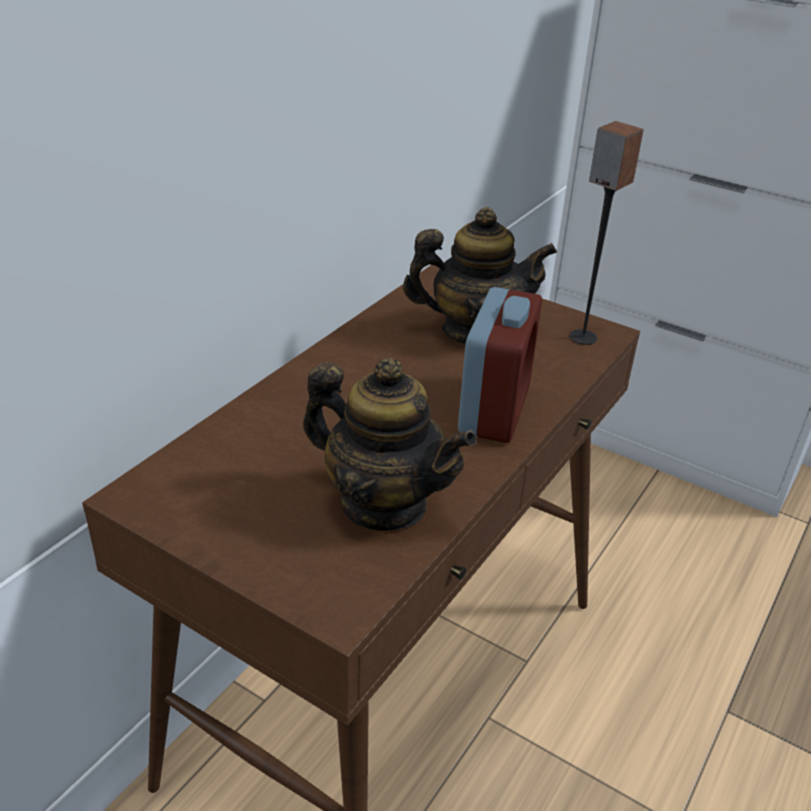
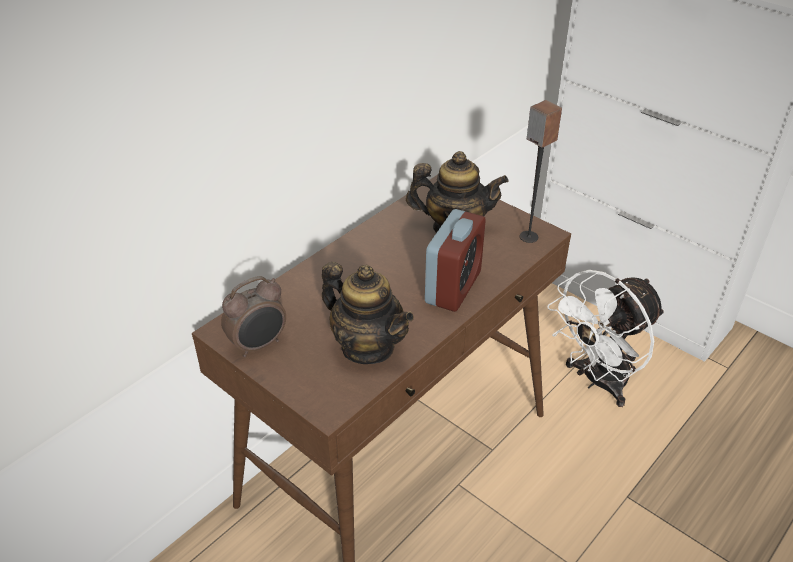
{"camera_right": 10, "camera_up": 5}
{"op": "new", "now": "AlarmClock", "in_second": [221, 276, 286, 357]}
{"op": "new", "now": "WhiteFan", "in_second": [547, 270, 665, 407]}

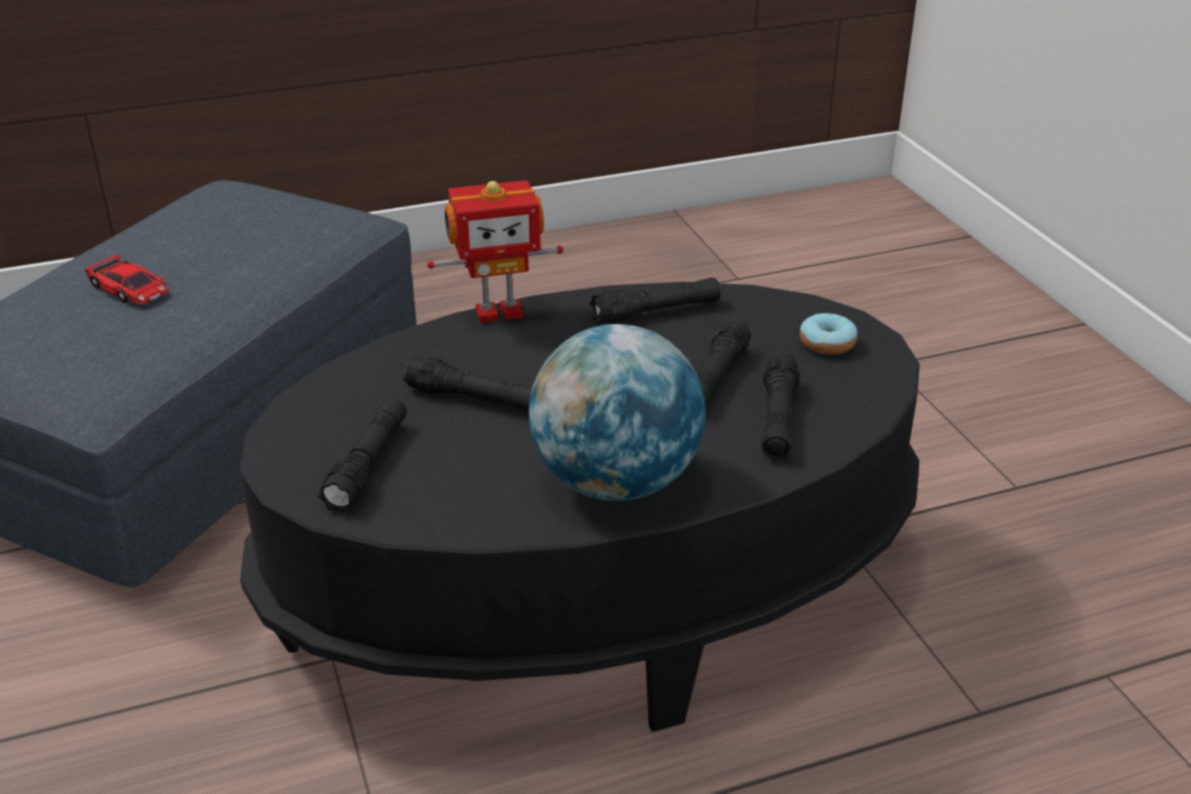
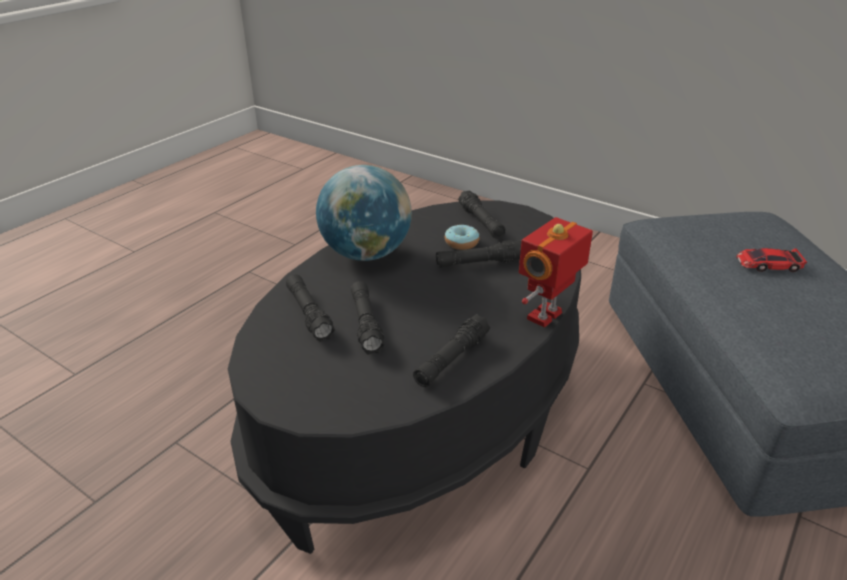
{"camera_right": 145, "camera_up": 0}
{"op": "shifted", "was": "Donut", "in_first": [800, 313, 857, 355], "in_second": [445, 225, 479, 250]}

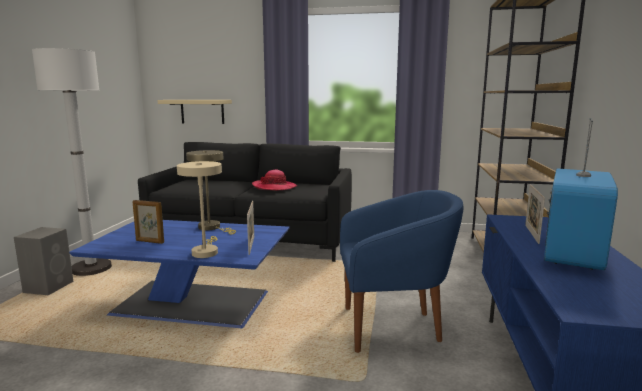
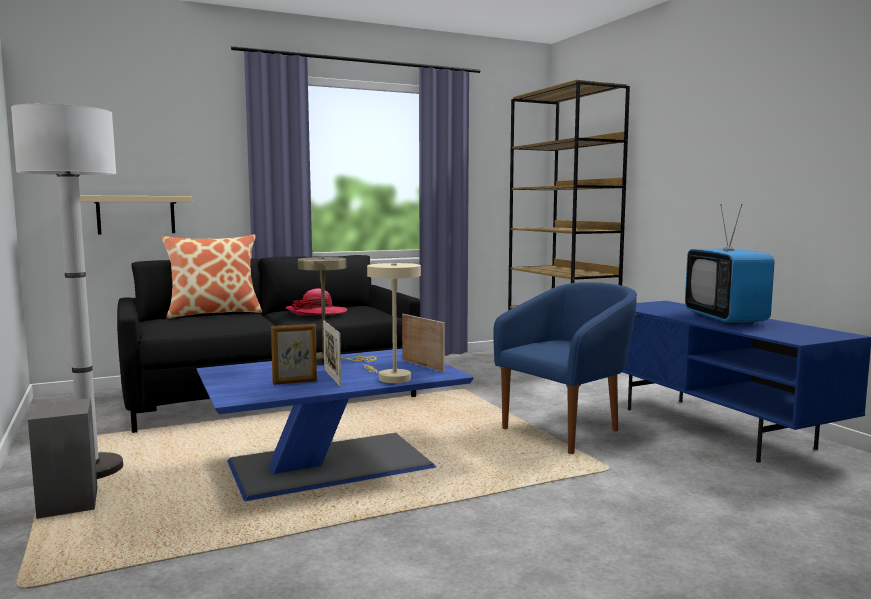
{"camera_right": -35, "camera_up": -5}
{"op": "shifted", "was": "PictureFrame", "in_first": [525, 184, 545, 244], "in_second": [323, 321, 341, 387]}
{"op": "new", "now": "Pillow", "in_second": [162, 234, 262, 319]}

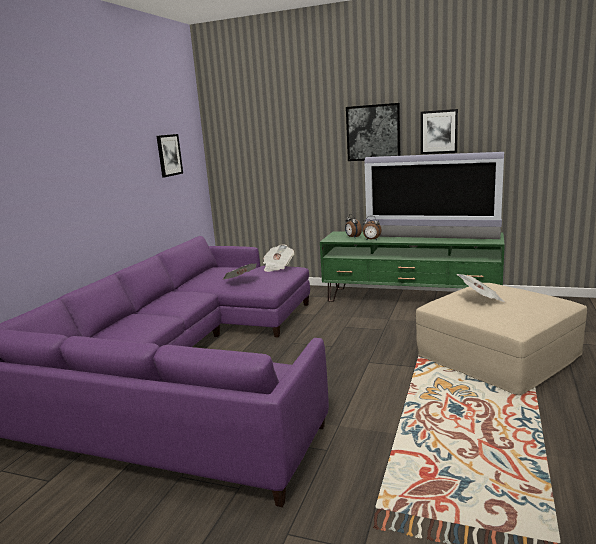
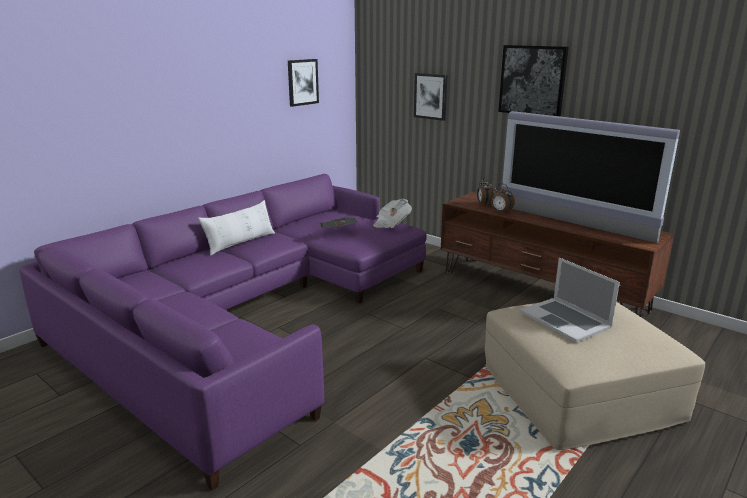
{"camera_right": 20, "camera_up": 5}
{"op": "repainted", "was": "GreenTvStand", "now": "BrownTvStand", "in_first": [320, 231, 505, 302], "in_second": [441, 192, 674, 316]}
{"op": "shifted", "was": "Picture", "in_first": [421, 109, 458, 154], "in_second": [414, 73, 447, 121]}
{"op": "swapped", "was": "Newspaper", "now": "Laptop", "in_first": [457, 274, 505, 302], "in_second": [520, 257, 620, 342]}
{"op": "new", "now": "WhitePillow", "in_second": [198, 200, 275, 256]}

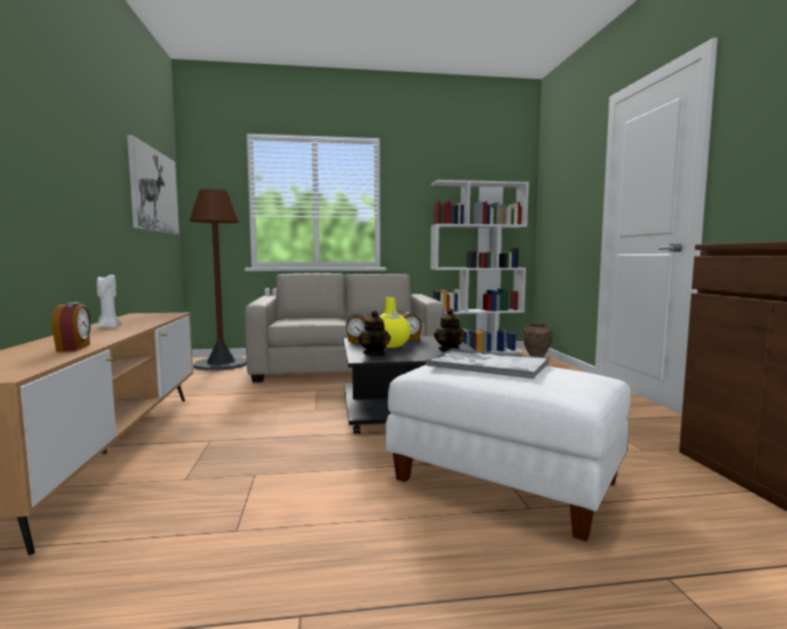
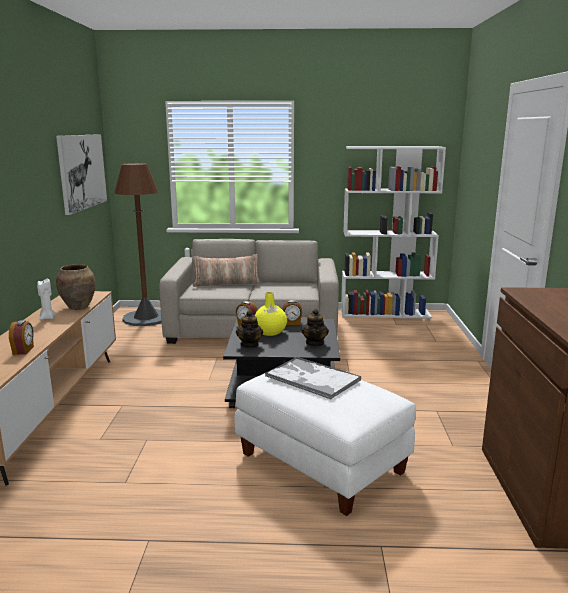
{"camera_right": 10, "camera_up": 10}
{"op": "shifted", "was": "BrownVase", "in_first": [523, 324, 552, 357], "in_second": [56, 264, 95, 310]}
{"op": "new", "now": "Pillow", "in_second": [192, 254, 261, 287]}

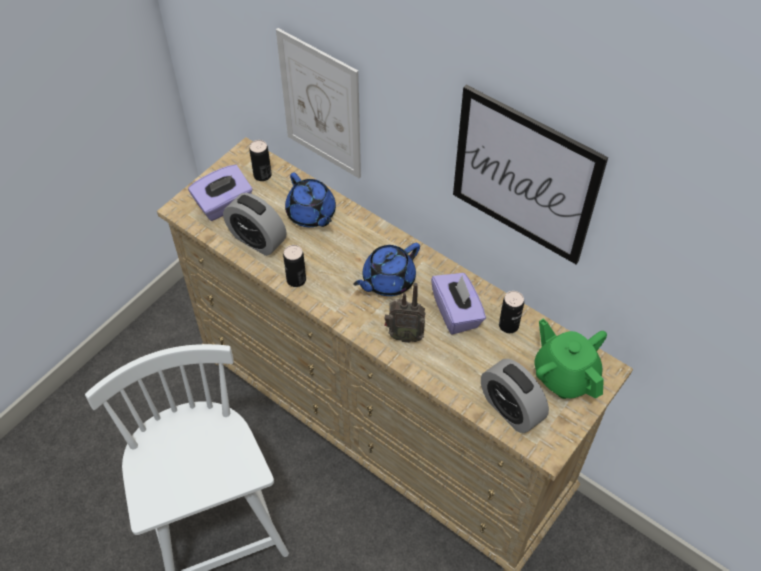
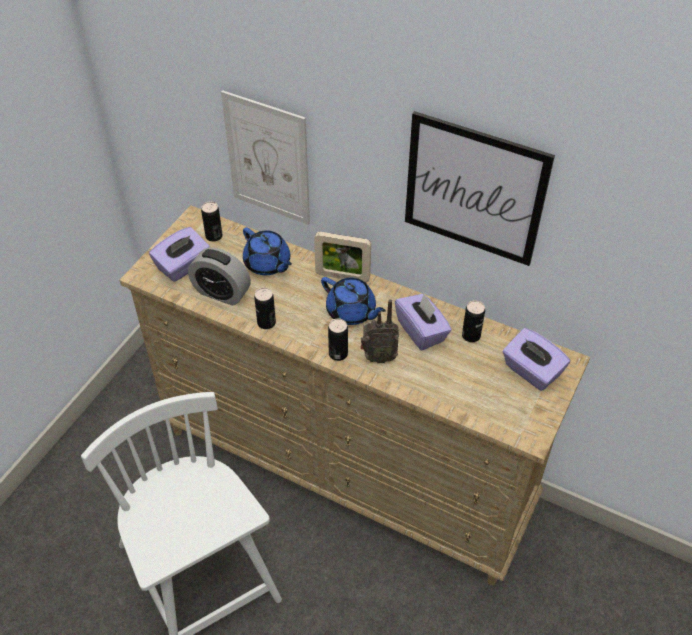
{"camera_right": -10, "camera_up": -5}
{"op": "rotated", "was": "BlueTeapot", "in_first": [353, 243, 420, 296], "in_second": [321, 277, 386, 325], "clockwise": -90}
{"op": "gone", "was": "AlarmClock", "in_first": [481, 359, 549, 433]}
{"op": "swapped", "was": "GreenTeapot", "now": "PurpleTissueBox", "in_first": [534, 318, 607, 399], "in_second": [503, 328, 570, 391]}
{"op": "new", "now": "PictureFrame", "in_second": [314, 232, 371, 283]}
{"op": "new", "now": "Can", "in_second": [328, 319, 348, 361]}

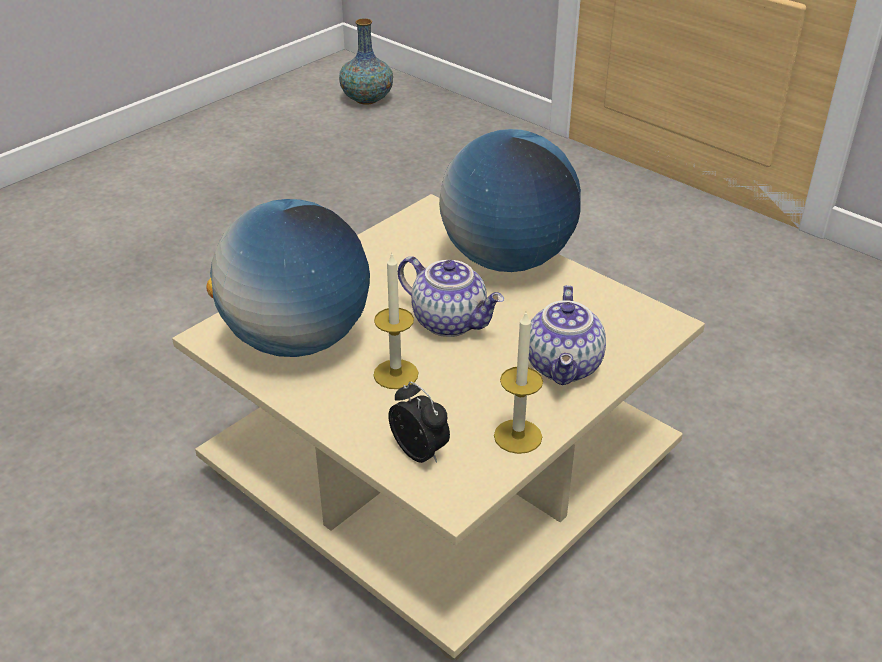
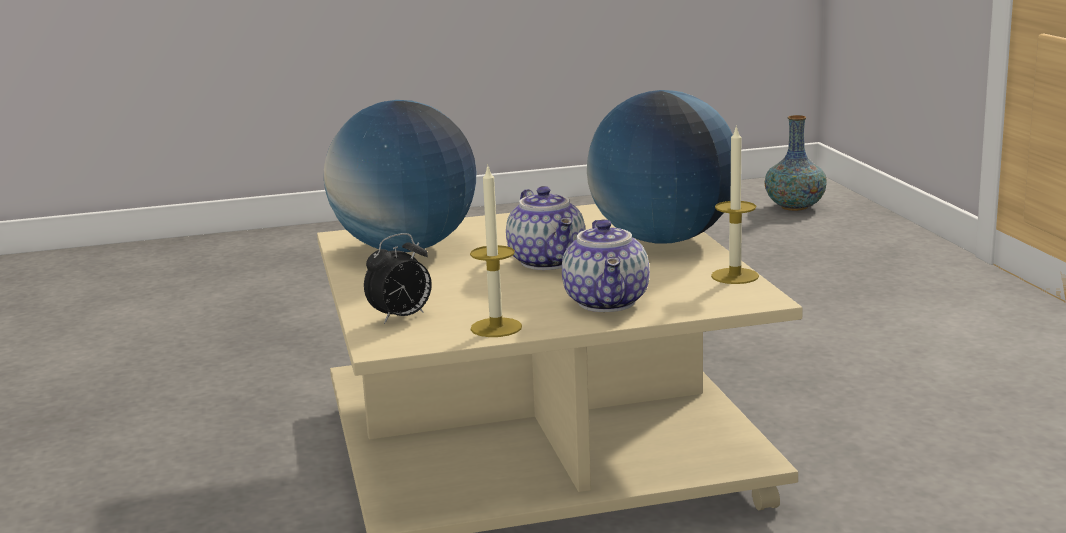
{"camera_right": 35, "camera_up": -20}
{"op": "shifted", "was": "Candle", "in_first": [373, 252, 419, 389], "in_second": [711, 125, 759, 284]}
{"op": "rotated", "was": "AlarmClock", "in_first": [388, 382, 450, 463], "in_second": [364, 233, 432, 324], "clockwise": 60}
{"op": "rotated", "was": "Teapot", "in_first": [529, 285, 606, 385], "in_second": [562, 219, 650, 312], "clockwise": -45}

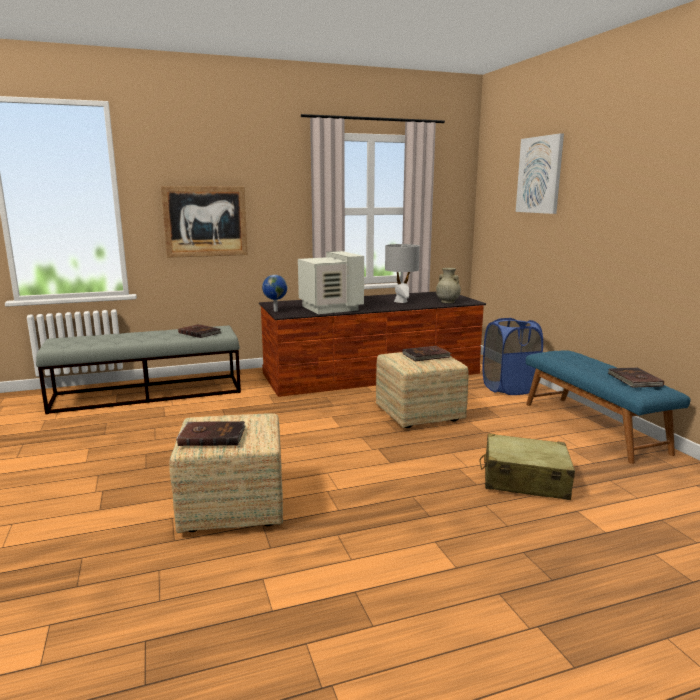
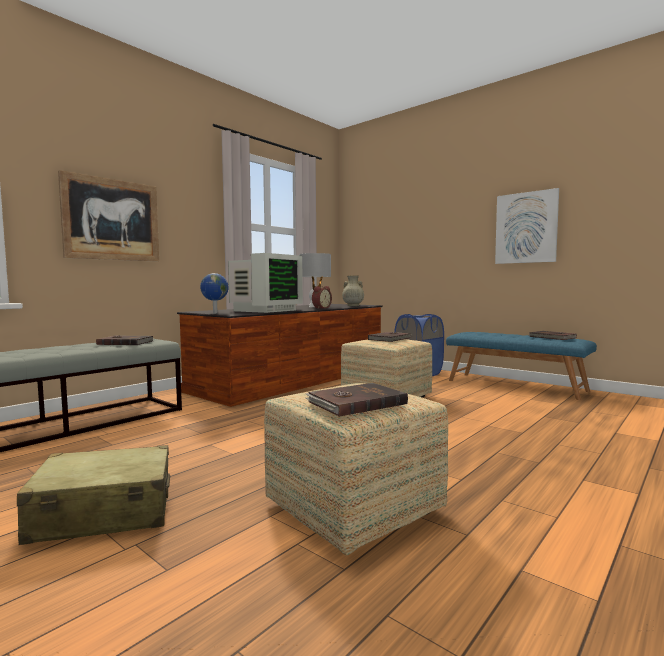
{"camera_right": -30, "camera_up": -10}
{"op": "rotated", "was": "Monitor", "in_first": [298, 251, 364, 314], "in_second": [228, 253, 303, 313], "clockwise": 90}
{"op": "shifted", "was": "BeigeSuitcase", "in_first": [479, 433, 575, 500], "in_second": [17, 445, 170, 545]}
{"op": "shifted", "was": "Picture", "in_first": [516, 133, 564, 214], "in_second": [495, 188, 559, 264]}
{"op": "new", "now": "AlarmClock", "in_second": [312, 286, 332, 309]}

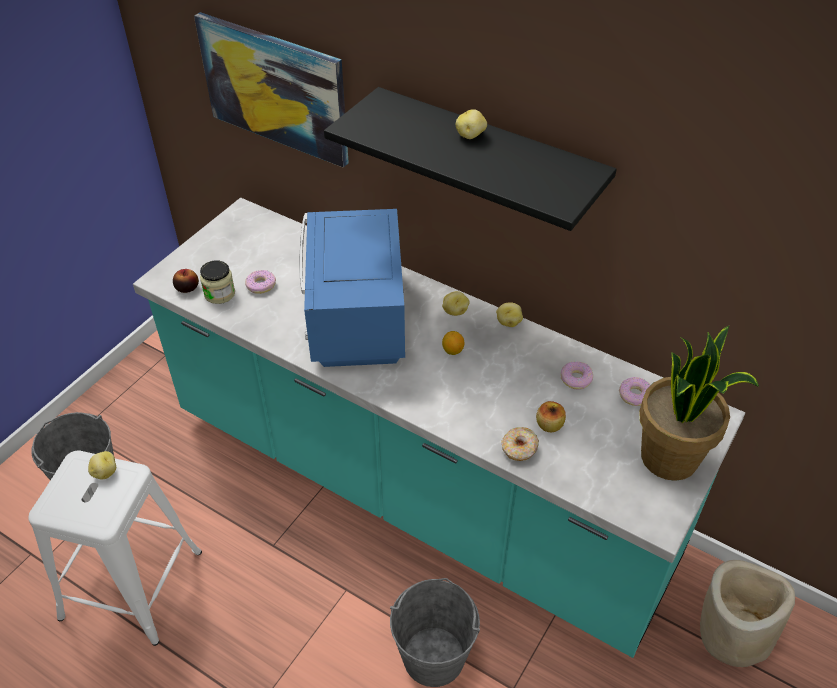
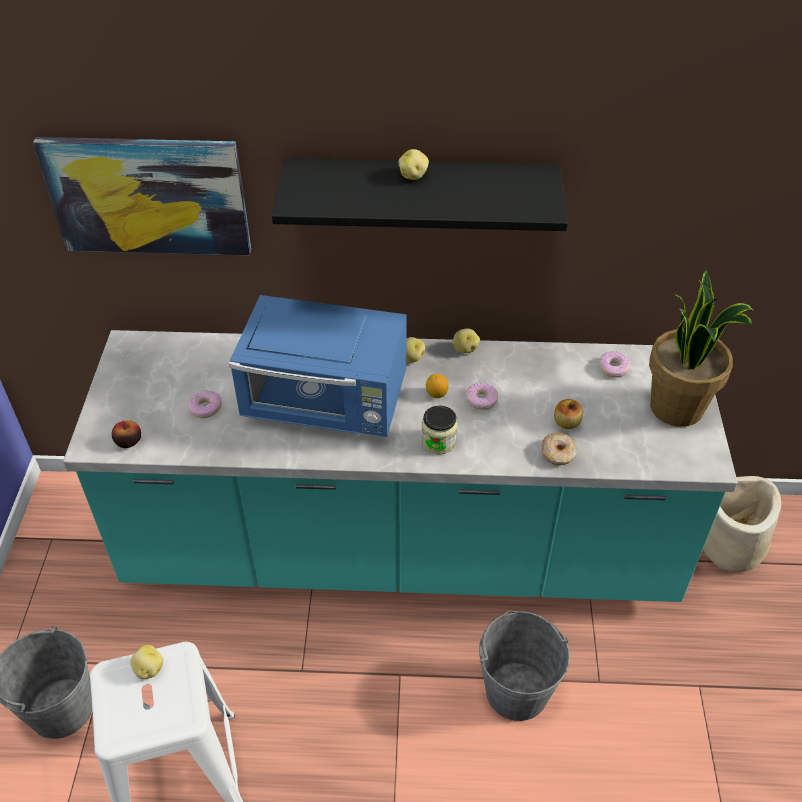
{"camera_right": -30, "camera_up": 0}
{"op": "shifted", "was": "Jar", "in_first": [200, 260, 235, 304], "in_second": [421, 406, 458, 455]}
{"op": "rotated", "was": "BlueMicrowave", "in_first": [300, 209, 405, 367], "in_second": [229, 295, 407, 437], "clockwise": -45}
{"op": "shifted", "was": "Donut", "in_first": [561, 361, 593, 390], "in_second": [465, 382, 498, 410]}

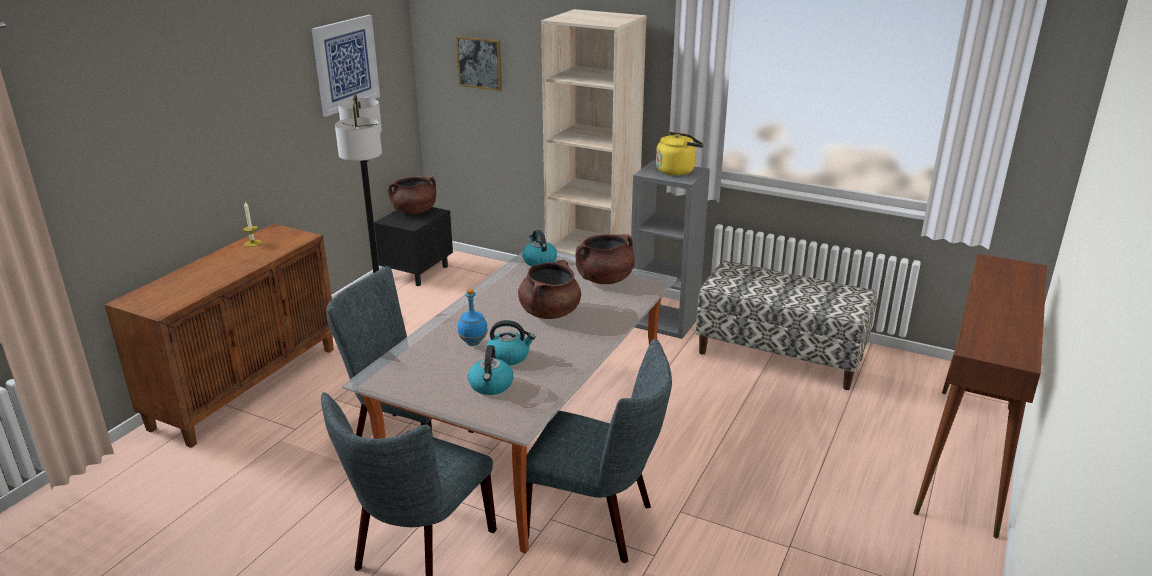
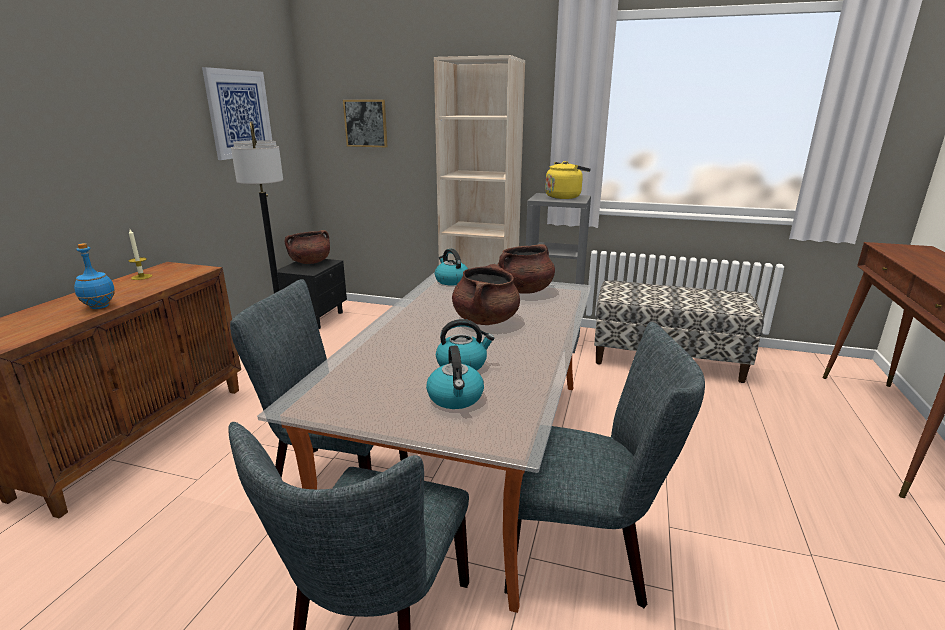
{"camera_right": -10, "camera_up": -5}
{"op": "shifted", "was": "BlueBottle", "in_first": [458, 289, 488, 346], "in_second": [74, 243, 115, 309]}

